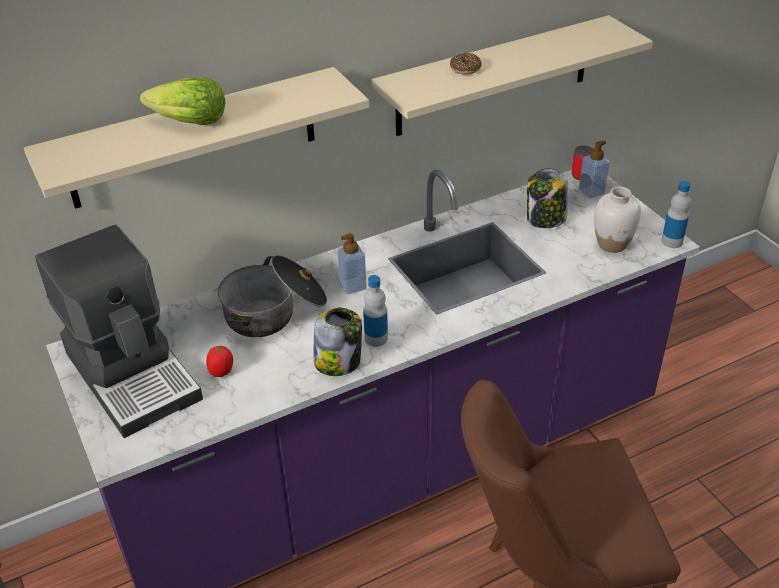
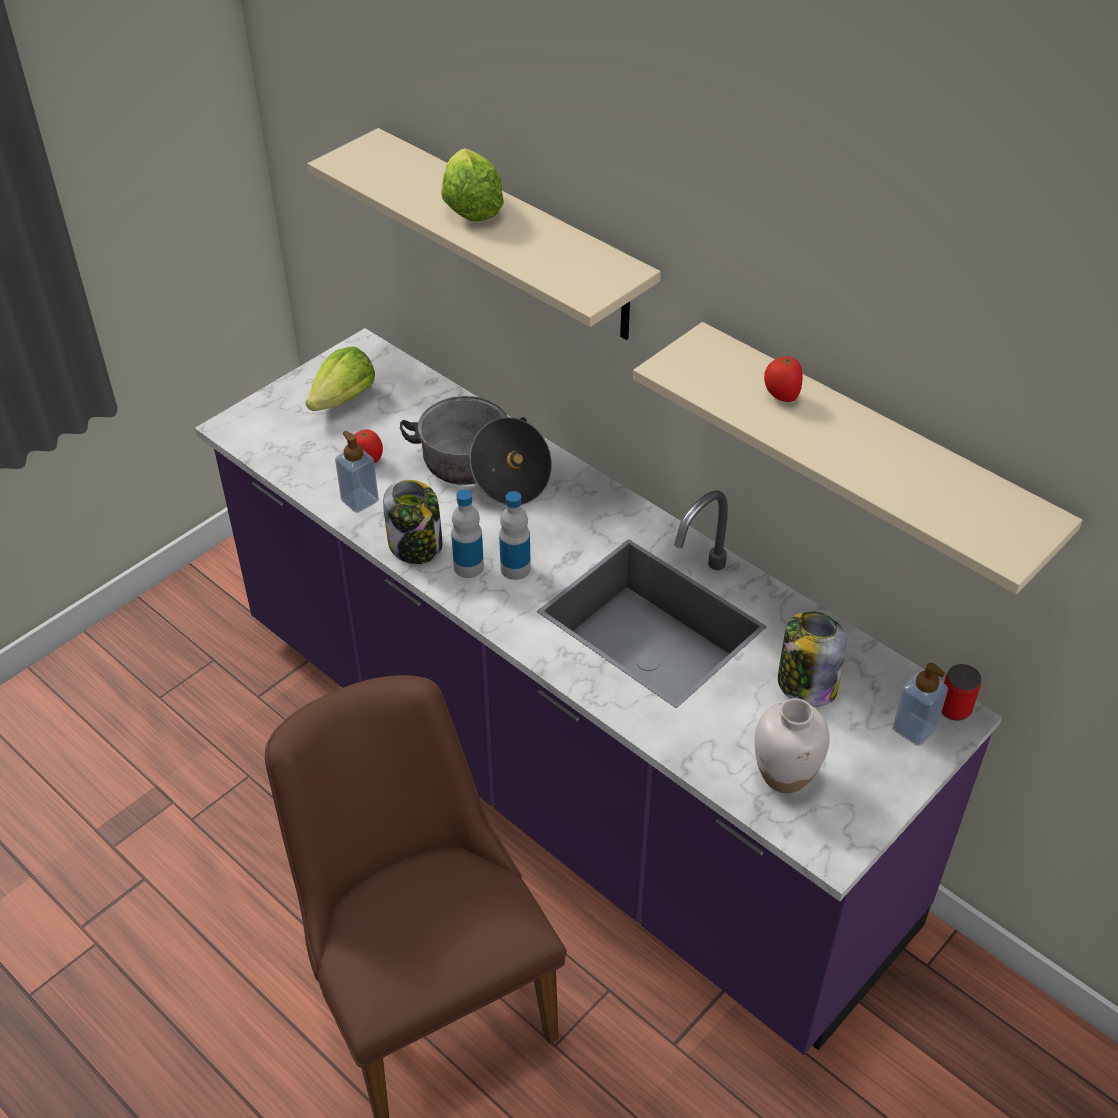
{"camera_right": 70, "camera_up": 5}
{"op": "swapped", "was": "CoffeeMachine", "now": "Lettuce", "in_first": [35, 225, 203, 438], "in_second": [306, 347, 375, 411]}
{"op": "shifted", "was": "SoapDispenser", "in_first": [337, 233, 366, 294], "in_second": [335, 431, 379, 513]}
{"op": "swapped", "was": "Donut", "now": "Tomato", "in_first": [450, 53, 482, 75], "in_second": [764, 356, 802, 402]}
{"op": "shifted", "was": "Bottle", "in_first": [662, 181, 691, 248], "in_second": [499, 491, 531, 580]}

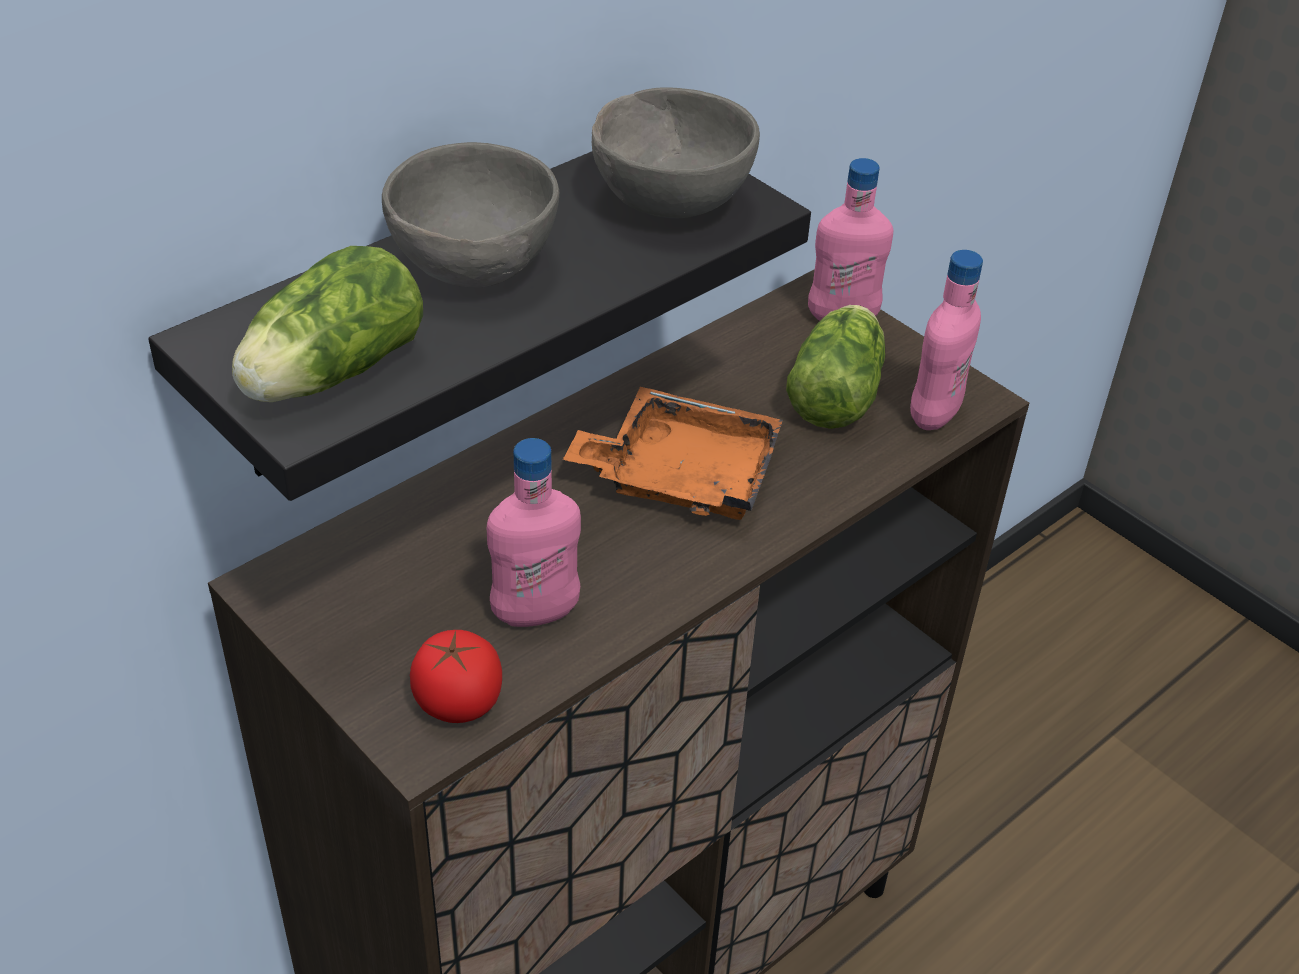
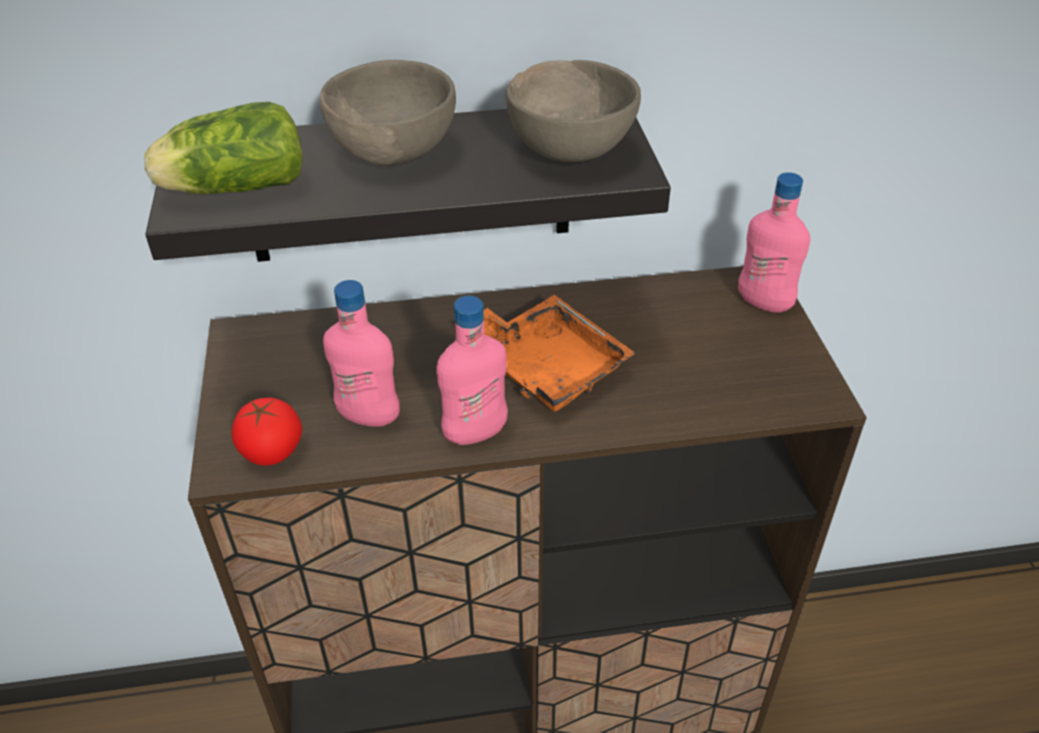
{"camera_right": 35, "camera_up": 0}
{"op": "gone", "was": "Lettuce", "in_first": [786, 305, 885, 429]}
{"op": "shifted", "was": "PinkBottle", "in_first": [910, 250, 983, 430], "in_second": [436, 296, 508, 445]}

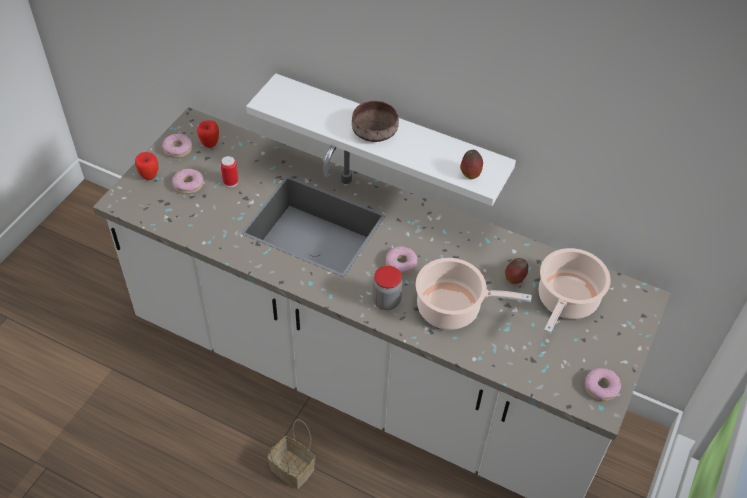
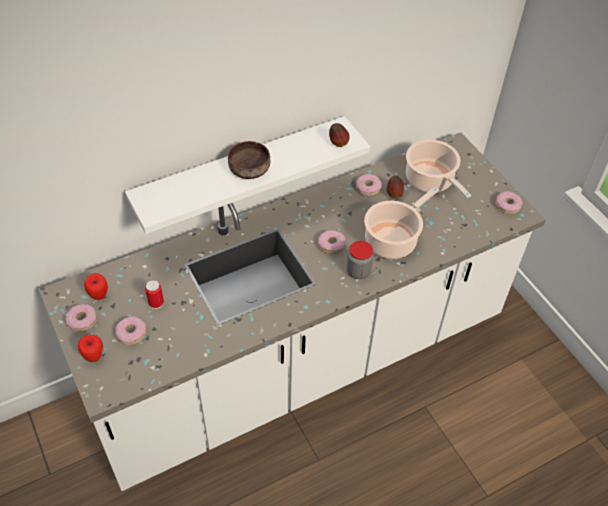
{"camera_right": -55, "camera_up": 0}
{"op": "gone", "was": "Basket", "in_first": [267, 419, 315, 489]}
{"op": "new", "now": "Donut", "in_second": [356, 174, 382, 196]}

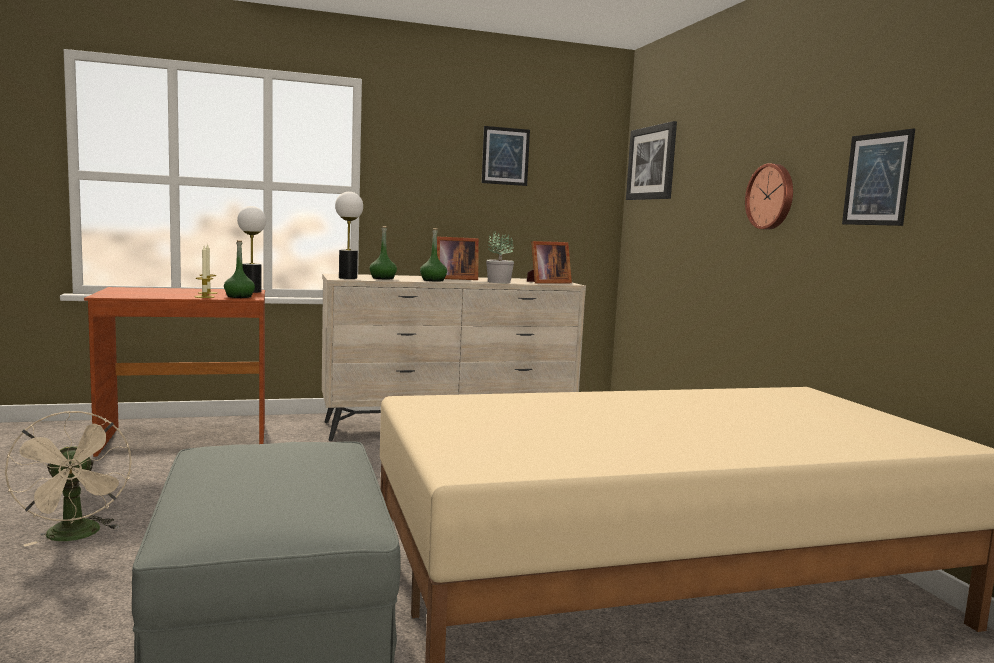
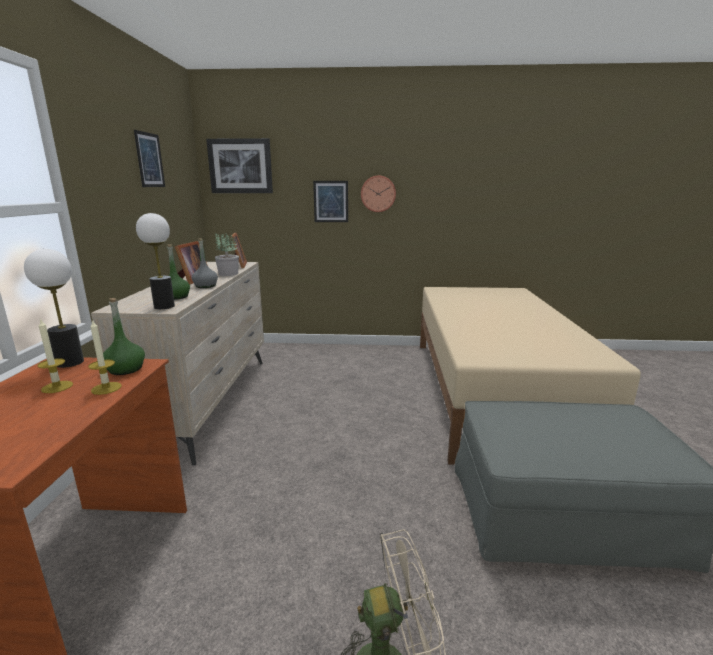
{"camera_right": -70, "camera_up": 10}
{"op": "repainted", "was": "GreenBottle", "now": "GreyBottle", "in_first": [420, 228, 447, 282], "in_second": [192, 238, 218, 288]}
{"op": "shifted", "was": "Picture", "in_first": [842, 128, 915, 226], "in_second": [313, 181, 348, 222]}

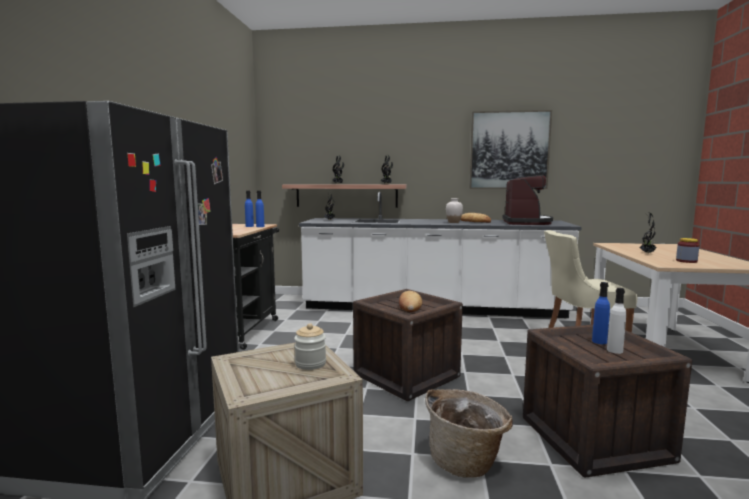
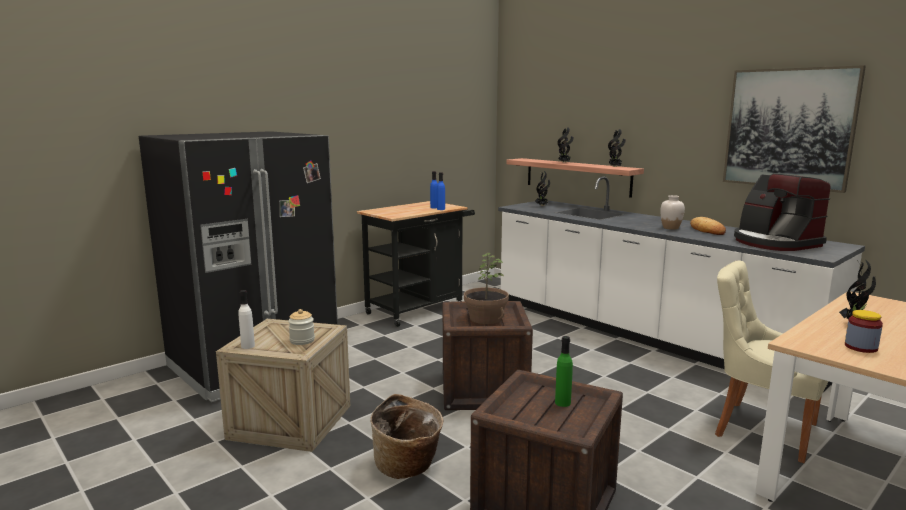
{"camera_right": 40, "camera_up": 5}
{"op": "swapped", "was": "Bread", "now": "PottedPlant", "in_first": [399, 291, 422, 312], "in_second": [464, 253, 509, 324]}
{"op": "rotated", "was": "CoffeeMachine", "in_first": [503, 175, 553, 225], "in_second": [734, 173, 831, 251], "clockwise": 105}
{"op": "repainted", "was": "BlueBottle", "now": "GreenBottle", "in_first": [592, 282, 610, 344], "in_second": [555, 336, 573, 407]}
{"op": "shifted", "was": "WhiteBottle", "in_first": [607, 288, 626, 354], "in_second": [238, 290, 255, 349]}

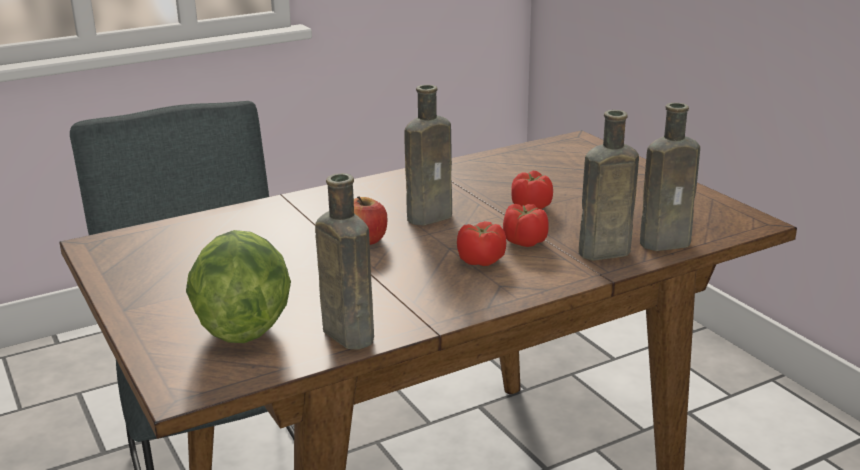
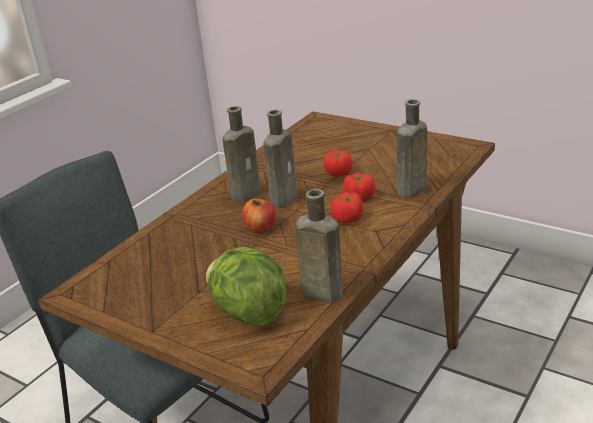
{"camera_right": -25, "camera_up": 5}
{"op": "shifted", "was": "BrownBottle", "in_first": [640, 103, 700, 251], "in_second": [222, 106, 261, 201]}

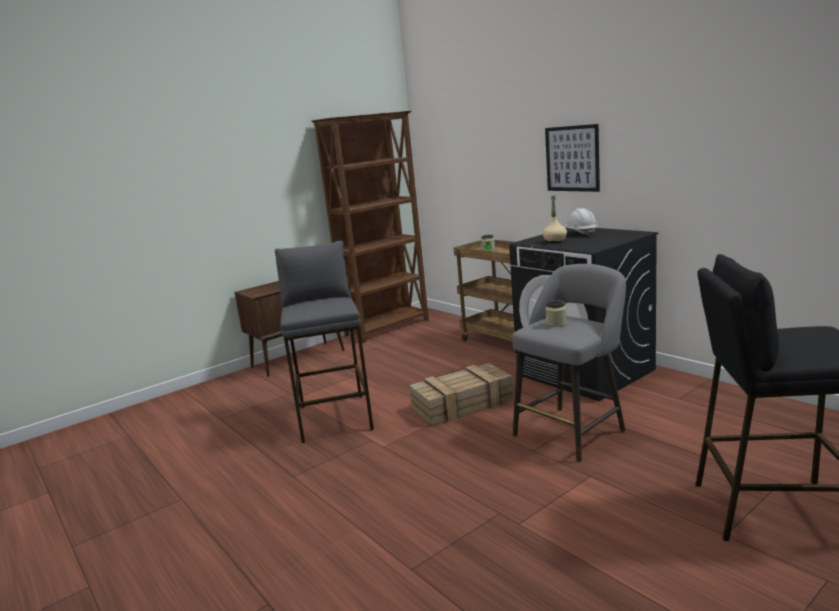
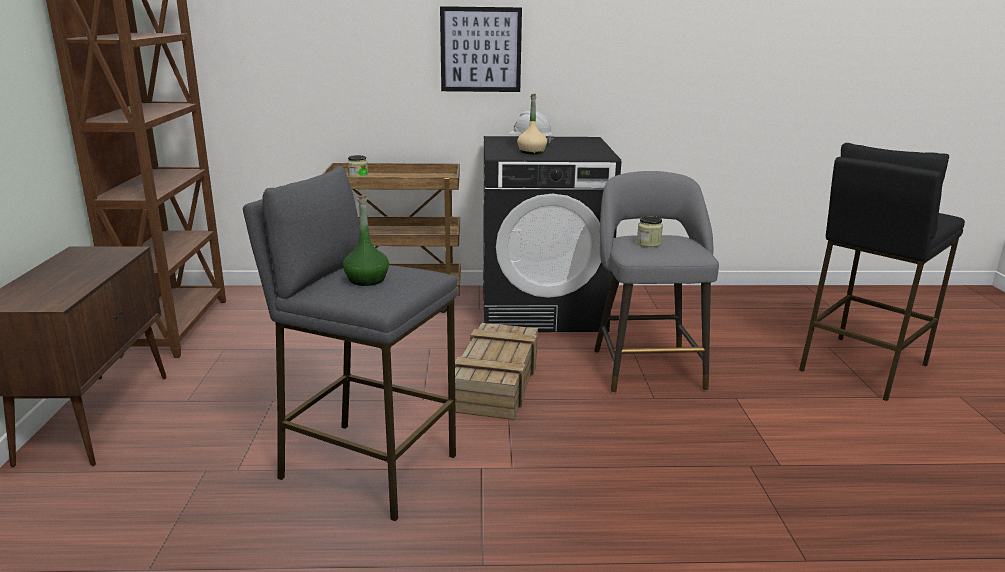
{"camera_right": -55, "camera_up": 5}
{"op": "new", "now": "GreenBottle", "in_second": [343, 195, 389, 286]}

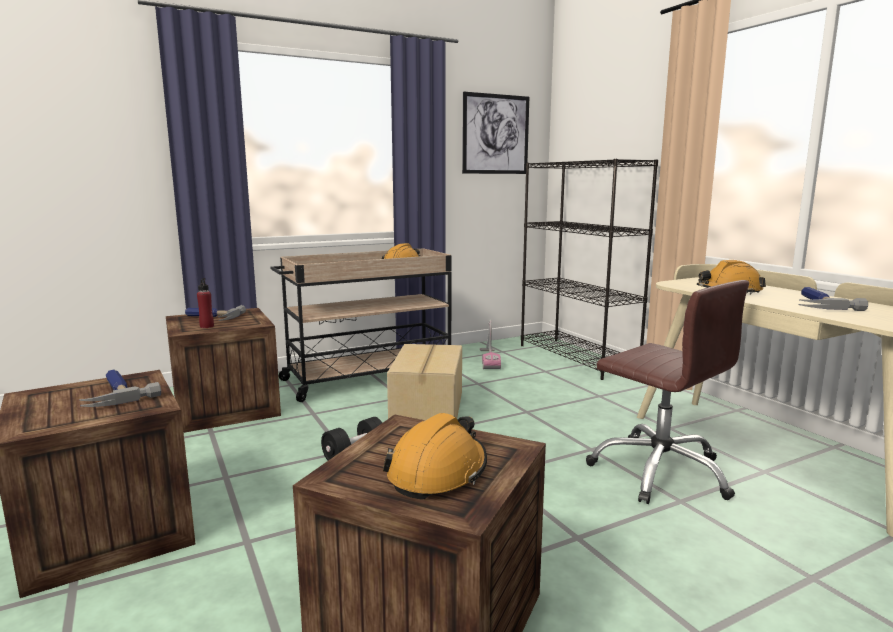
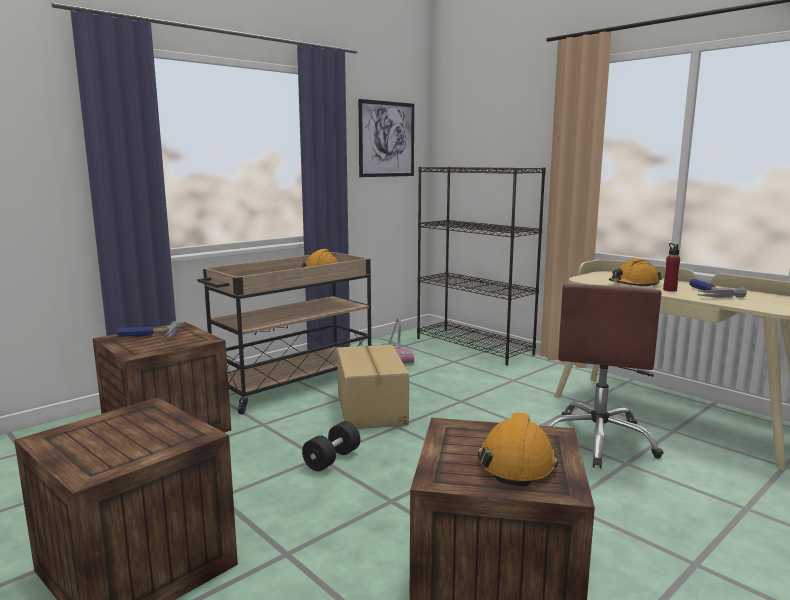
{"camera_right": -15, "camera_up": 0}
{"op": "gone", "was": "Hammer", "in_first": [80, 369, 161, 407]}
{"op": "shifted", "was": "RedBottle", "in_first": [197, 278, 214, 328], "in_second": [663, 243, 680, 292]}
{"op": "rotated", "was": "BrownOfficeChair", "in_first": [586, 280, 749, 504], "in_second": [545, 284, 663, 468], "clockwise": 75}

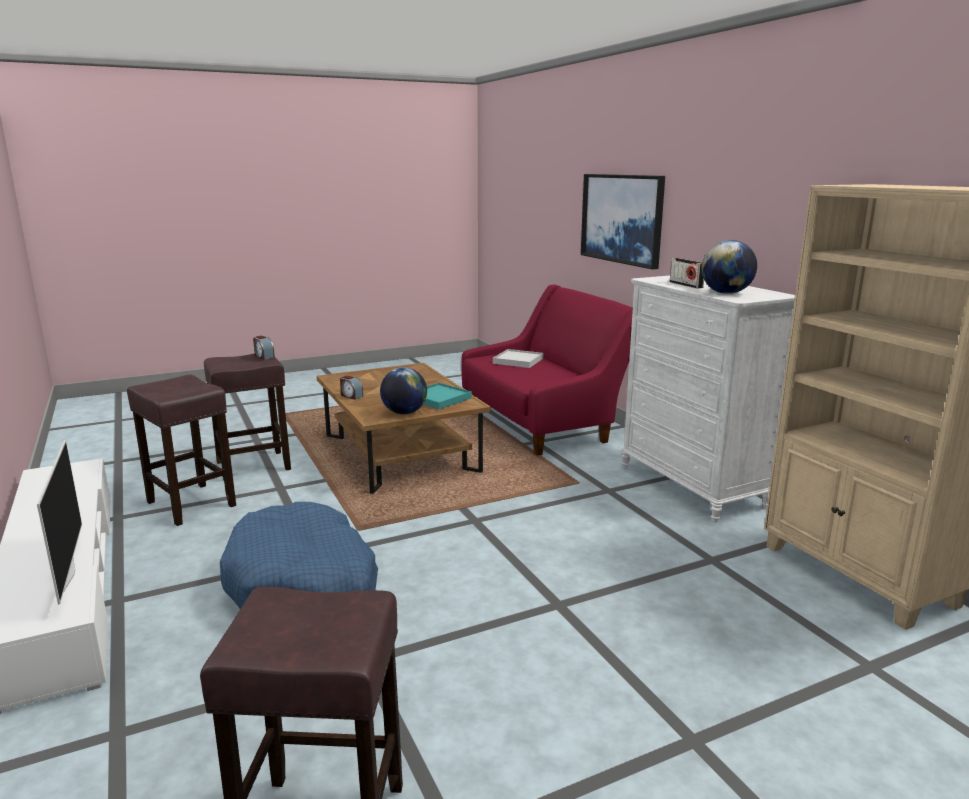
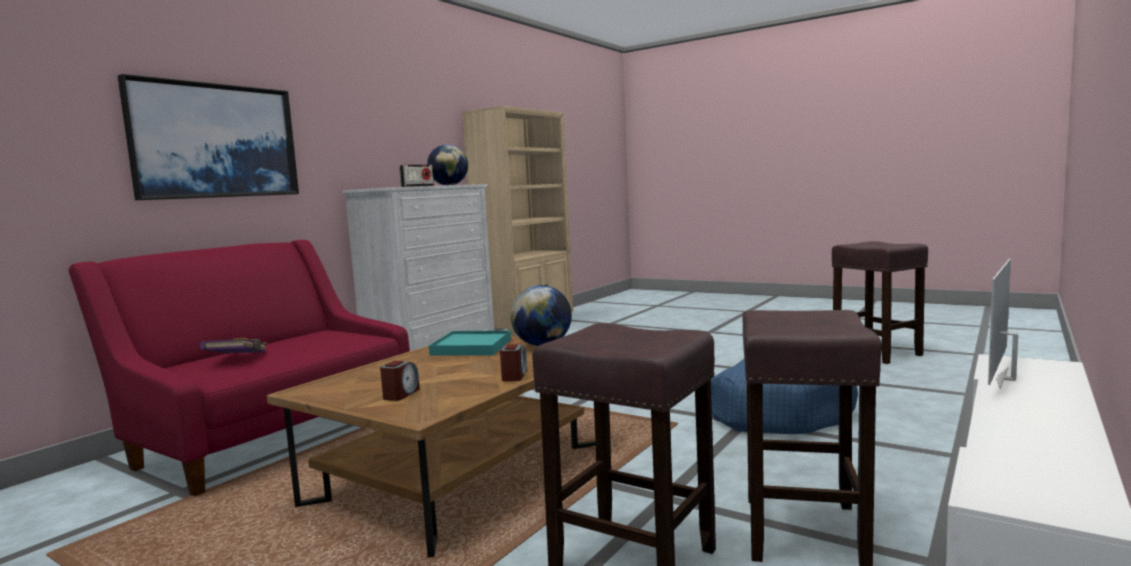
{"camera_right": -120, "camera_up": -10}
{"op": "shifted", "was": "AlarmClock", "in_first": [253, 336, 275, 360], "in_second": [380, 361, 420, 401]}
{"op": "swapped", "was": "WhiteTray", "now": "PurpleBook", "in_first": [493, 349, 543, 368], "in_second": [200, 338, 267, 354]}

